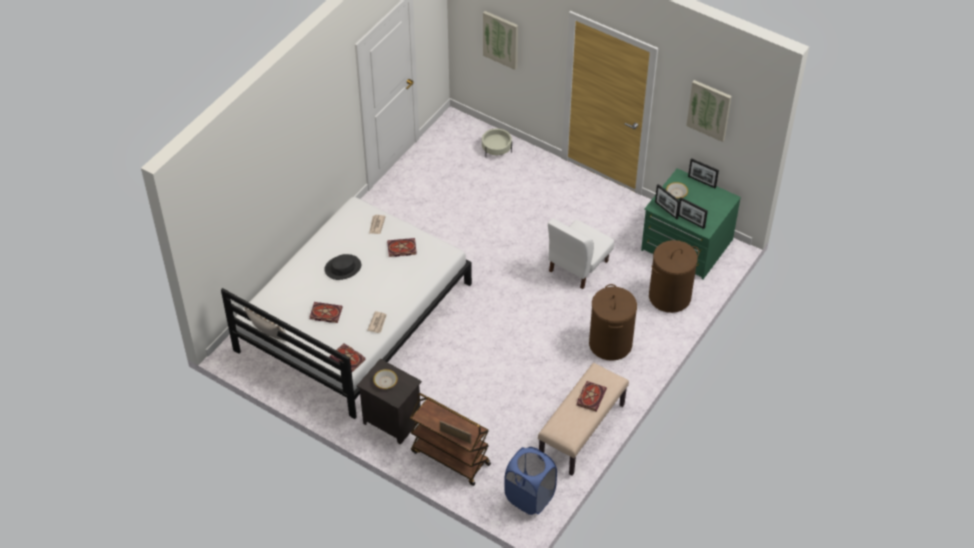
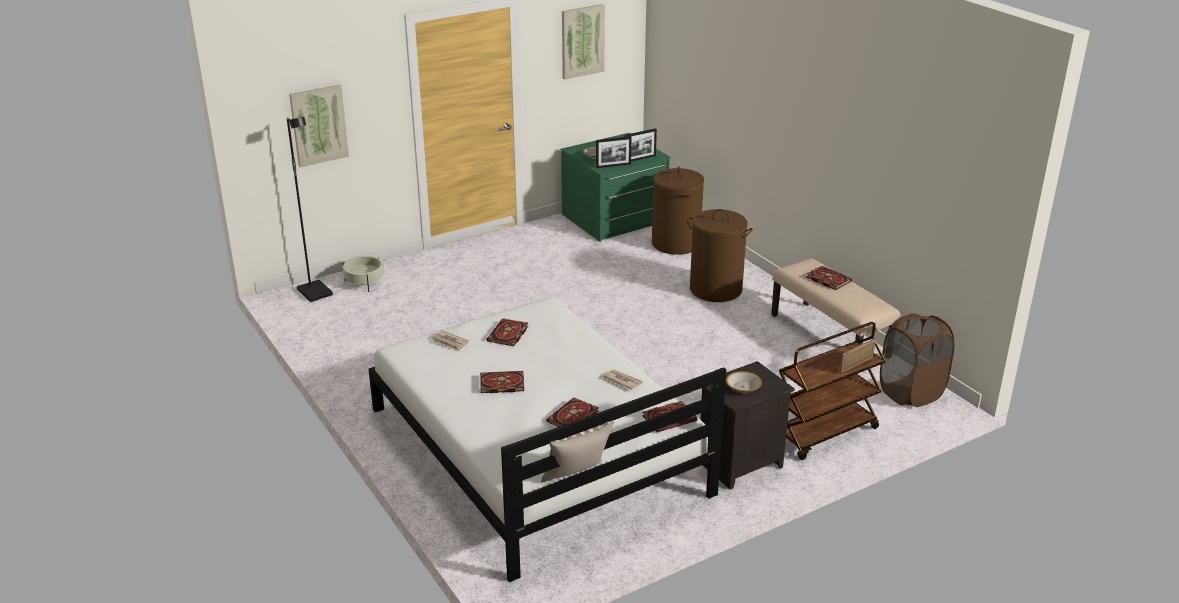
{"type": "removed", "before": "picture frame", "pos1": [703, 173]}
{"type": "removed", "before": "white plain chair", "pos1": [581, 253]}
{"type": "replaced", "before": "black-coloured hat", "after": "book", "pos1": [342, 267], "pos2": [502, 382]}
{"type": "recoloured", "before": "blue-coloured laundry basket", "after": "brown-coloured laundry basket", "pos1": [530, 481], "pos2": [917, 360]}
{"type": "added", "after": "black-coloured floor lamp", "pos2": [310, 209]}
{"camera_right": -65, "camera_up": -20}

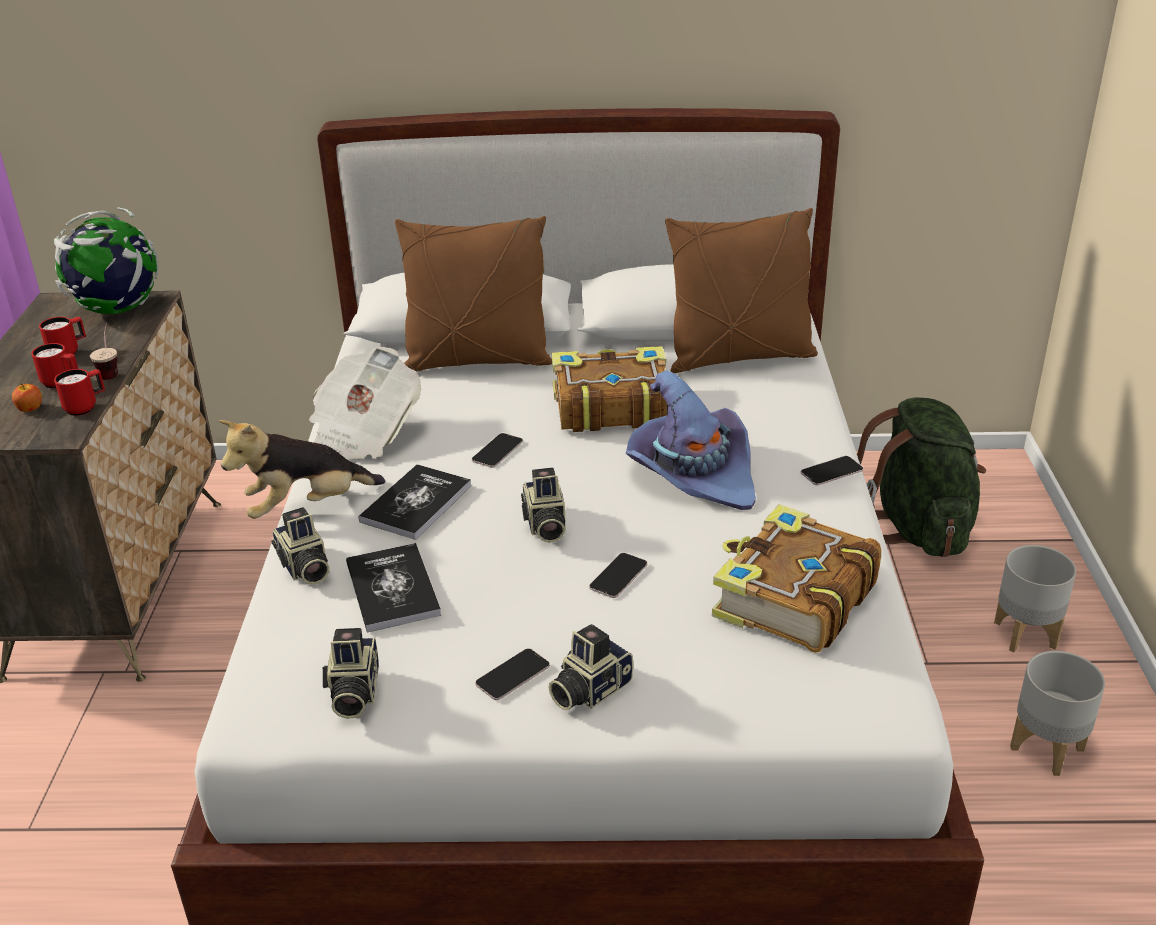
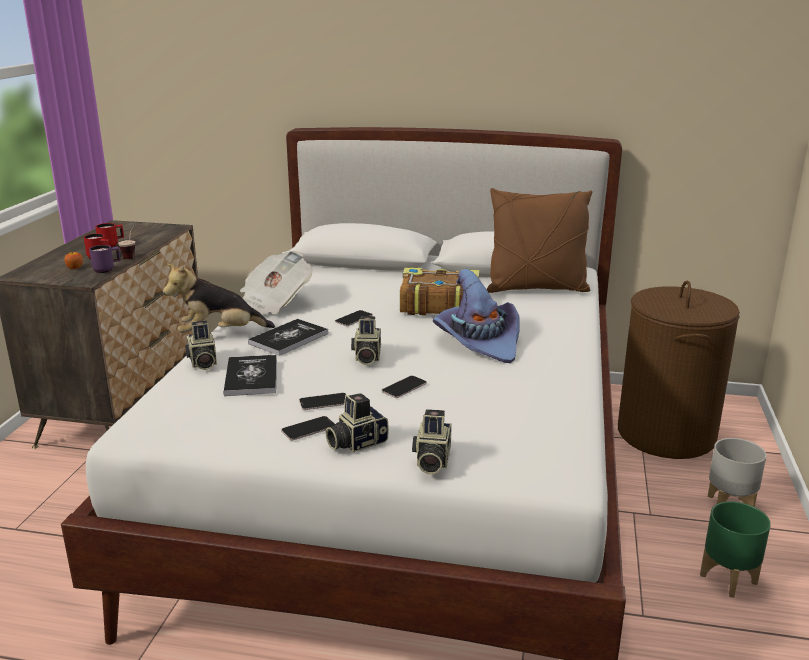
{"type": "removed", "before": "globe", "pos1": [106, 260]}
{"type": "removed", "before": "brown-coloured throw pillow", "pos1": [473, 294]}
{"type": "recoloured", "before": "red-coloured tea mug", "after": "purple tea mug", "pos1": [79, 392], "pos2": [105, 259]}
{"type": "replaced", "before": "green-coloured knapsack", "after": "brown-coloured laundry basket", "pos1": [921, 477], "pos2": [679, 370]}
{"type": "moved", "before": "telephone", "pos1": [832, 470], "pos2": [322, 401]}
{"type": "removed", "before": "book", "pos1": [796, 578]}
{"type": "moved", "before": "still camera", "pos1": [351, 673], "pos2": [431, 441]}
{"type": "recoloured", "before": "gray flower pot", "after": "green-coloured flower pot", "pos1": [1057, 713], "pos2": [735, 549]}
{"camera_right": 10, "camera_up": -10}

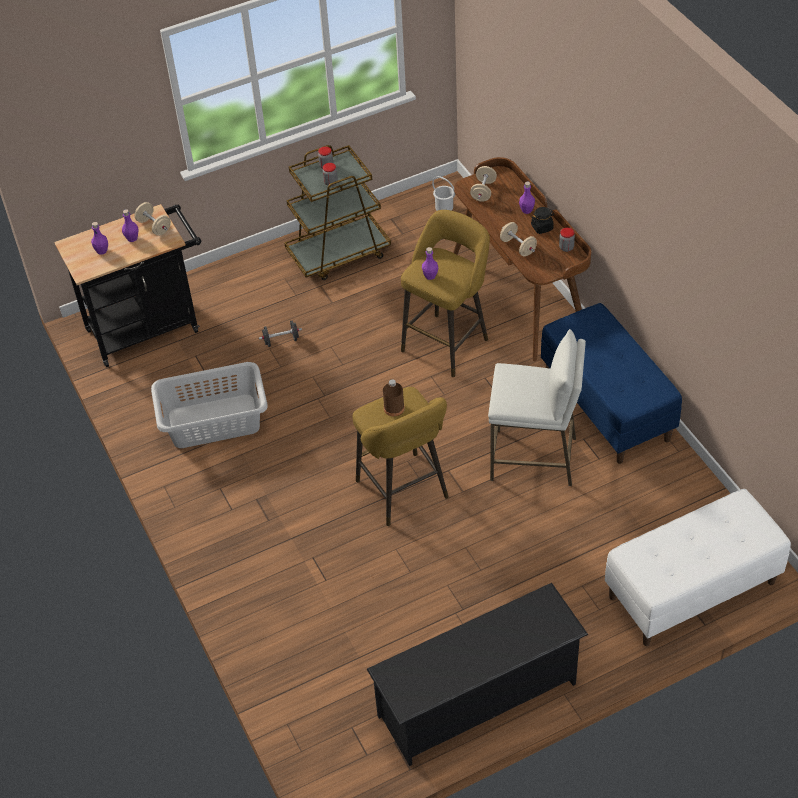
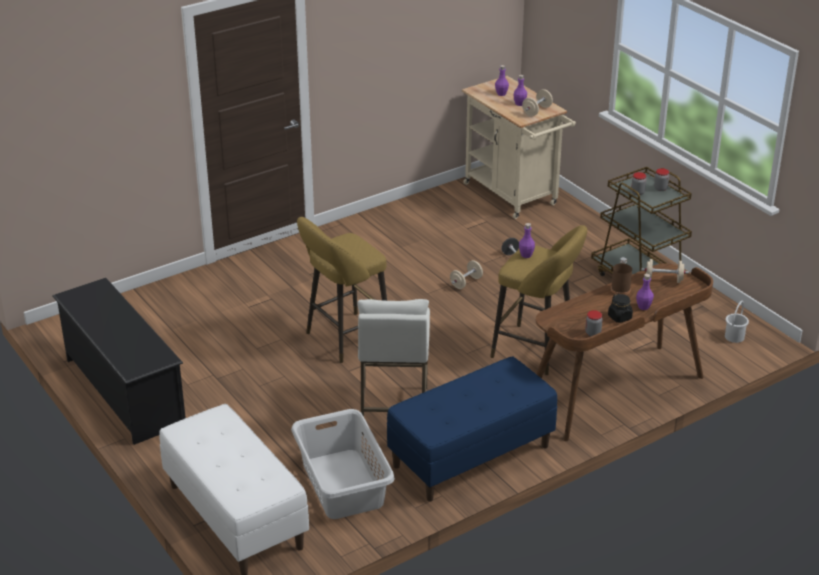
{"type": "recoloured", "before": "black-coloured trolley", "after": "beige-coloured trolley", "pos1": [127, 285], "pos2": [519, 147]}
{"type": "moved", "before": "beige-coloured hand weight", "pos1": [518, 239], "pos2": [466, 274]}
{"type": "moved", "before": "gray laundry basket", "pos1": [209, 405], "pos2": [343, 464]}
{"type": "moved", "before": "brown-coloured beverage bottle", "pos1": [394, 398], "pos2": [621, 276]}
{"camera_right": 80, "camera_up": -15}

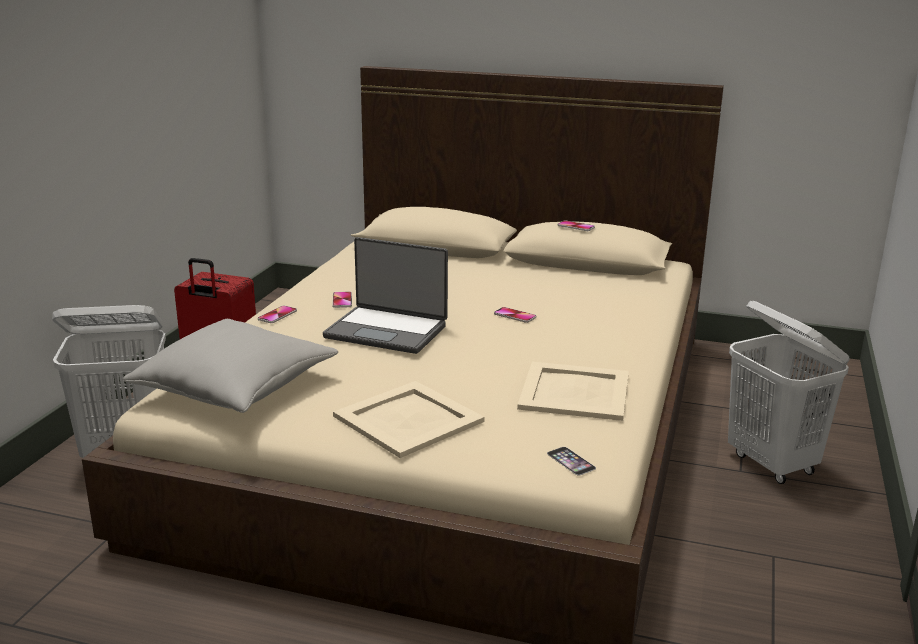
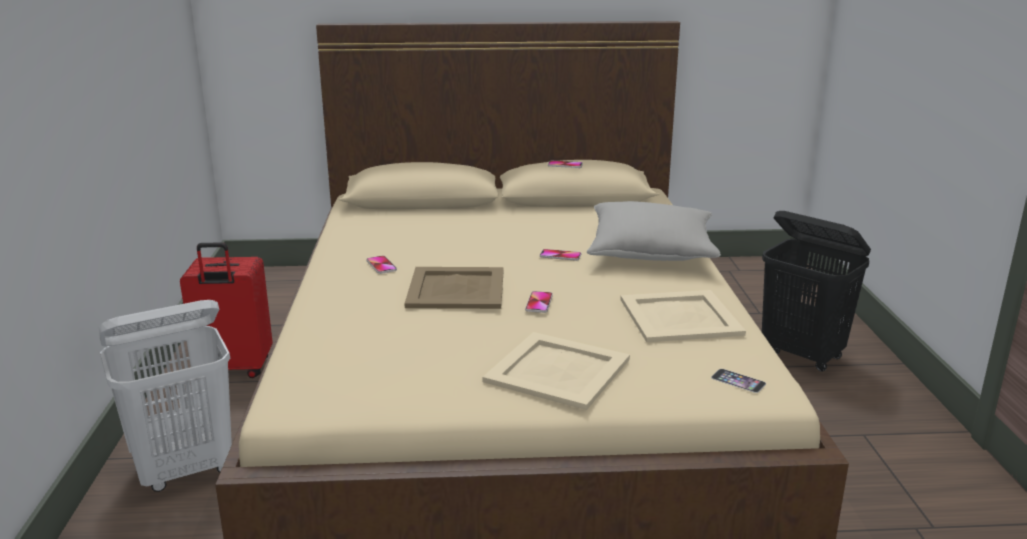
{"type": "replaced", "before": "notebook computer", "after": "beige-coloured serving tray", "pos1": [385, 295], "pos2": [454, 288]}
{"type": "recoloured", "before": "white laundry basket", "after": "black-coloured laundry basket", "pos1": [789, 392], "pos2": [816, 291]}
{"type": "moved", "before": "telephone", "pos1": [277, 314], "pos2": [539, 302]}
{"type": "moved", "before": "gray throw pillow", "pos1": [230, 366], "pos2": [654, 231]}
{"camera_right": -20, "camera_up": 0}

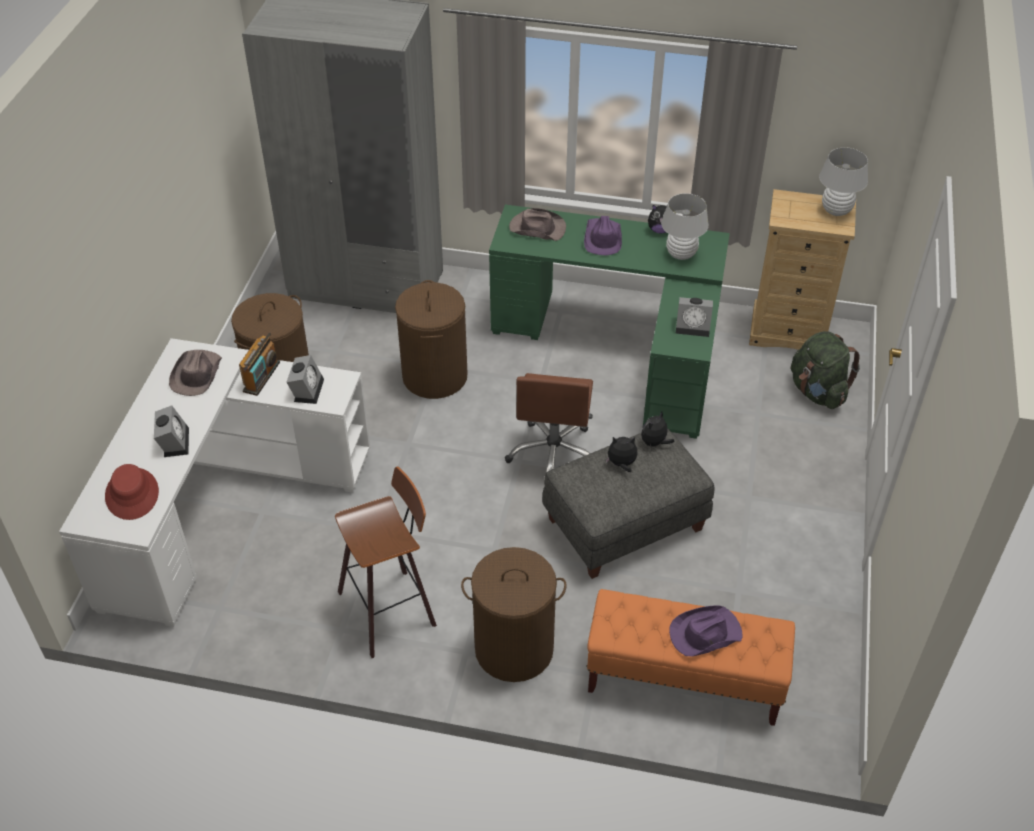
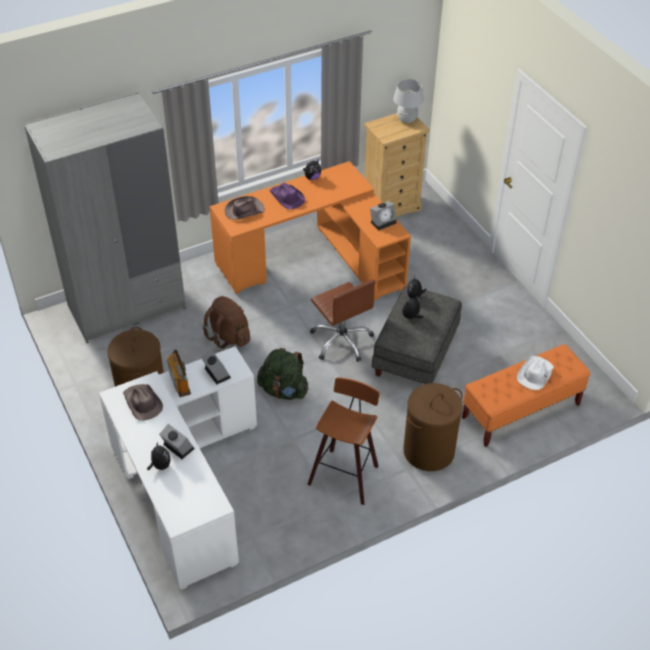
{"type": "removed", "before": "white lamp for a table", "pos1": [685, 226]}
{"type": "recoloured", "before": "green-coloured desk unit", "after": "orange desk unit", "pos1": [609, 321], "pos2": [310, 230]}
{"type": "replaced", "before": "brown-coloured laundry basket", "after": "brown-coloured knapsack", "pos1": [431, 339], "pos2": [226, 322]}
{"type": "moved", "before": "green-coloured knapsack", "pos1": [825, 370], "pos2": [283, 374]}
{"type": "removed", "before": "red-coloured hat", "pos1": [132, 492]}
{"type": "recoloured", "before": "purple hat", "after": "white hat", "pos1": [706, 631], "pos2": [535, 373]}
{"type": "added", "after": "plush toy", "pos2": [159, 455]}
{"camera_right": -40, "camera_up": 0}

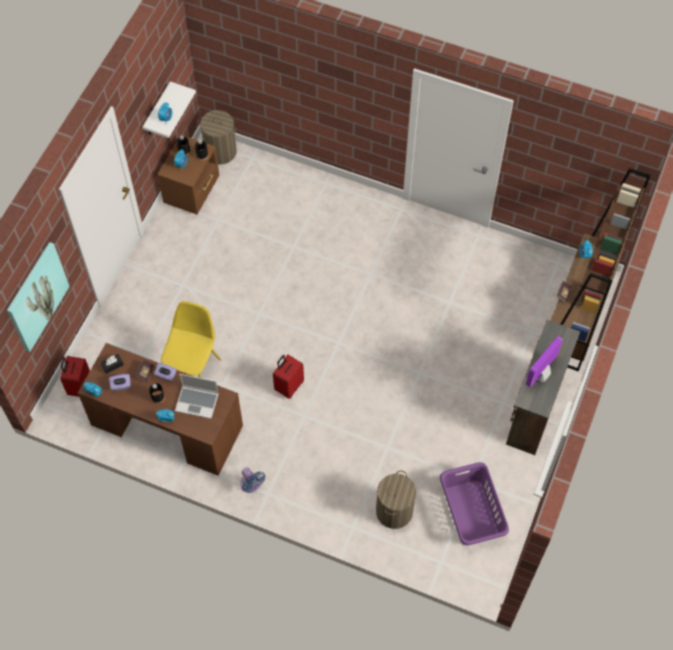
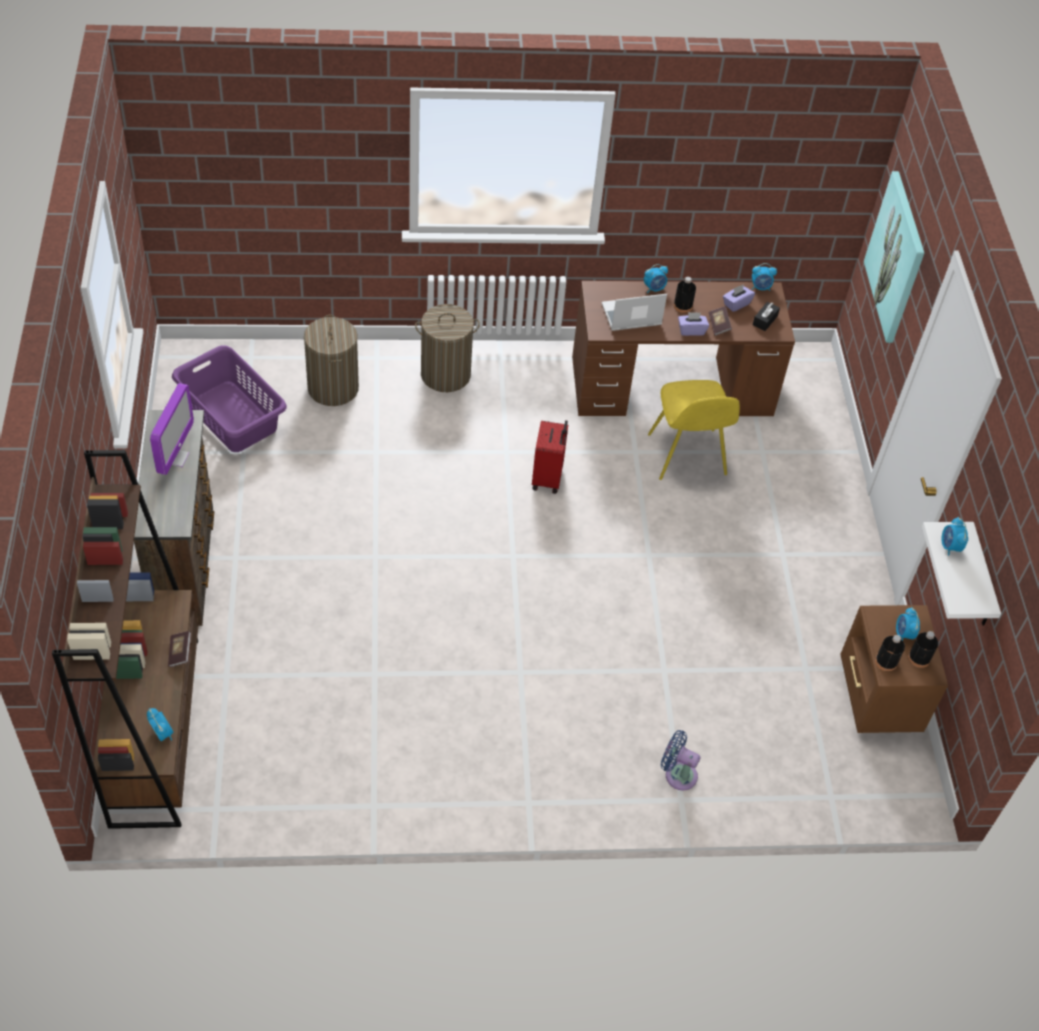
{"type": "moved", "before": "laundry basket", "pos1": [217, 137], "pos2": [447, 348]}
{"type": "removed", "before": "red-coloured piece of luggage", "pos1": [75, 376]}
{"type": "moved", "before": "blue-coloured electric fan", "pos1": [253, 480], "pos2": [681, 760]}
{"camera_right": 150, "camera_up": -10}

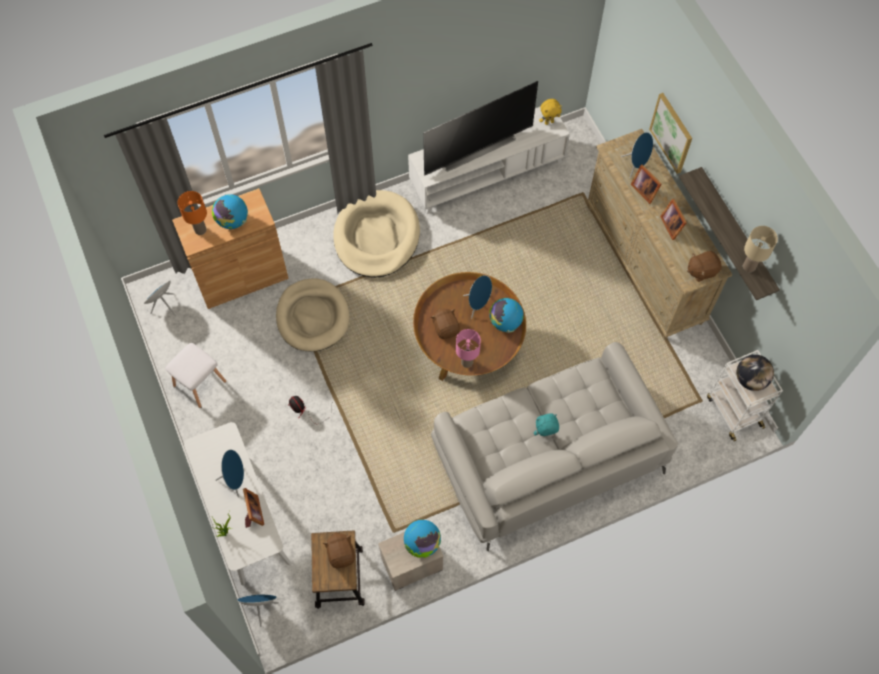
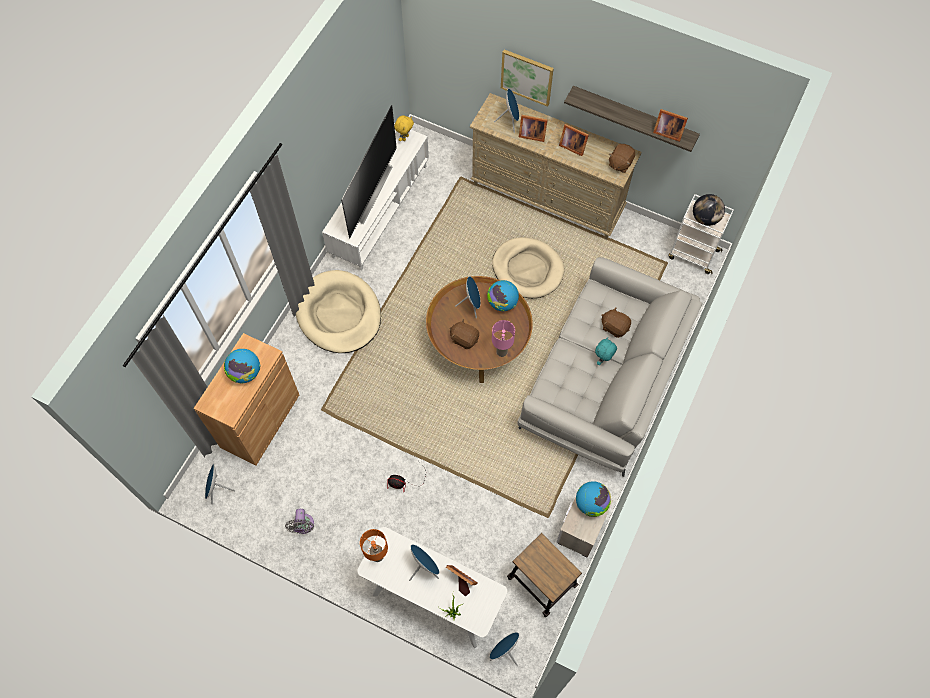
{"type": "moved", "before": "orange lamp for a table", "pos1": [192, 213], "pos2": [374, 545]}
{"type": "replaced", "before": "beige-coloured lamp for a table", "after": "picture frame", "pos1": [760, 249], "pos2": [670, 125]}
{"type": "moved", "before": "beige-coloured pet bed", "pos1": [312, 315], "pos2": [528, 267]}
{"type": "replaced", "before": "white sitting stool", "after": "gray electric fan", "pos1": [195, 375], "pos2": [299, 521]}
{"type": "moved", "before": "brown-coloured plush toy", "pos1": [339, 550], "pos2": [616, 322]}
{"camera_right": -40, "camera_up": 0}

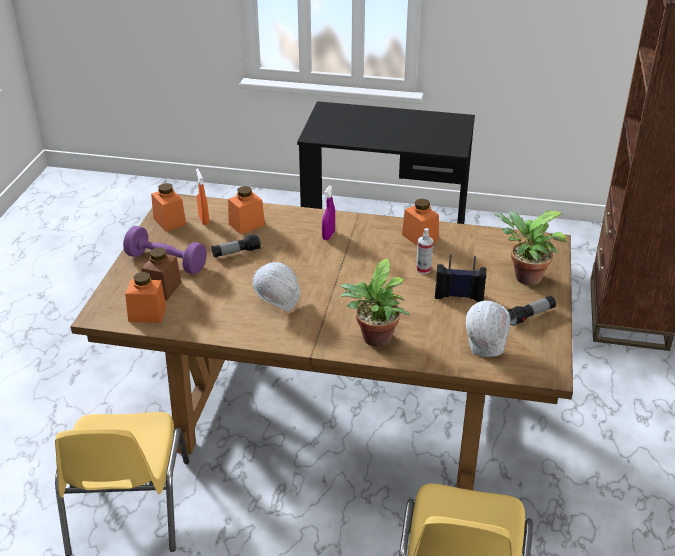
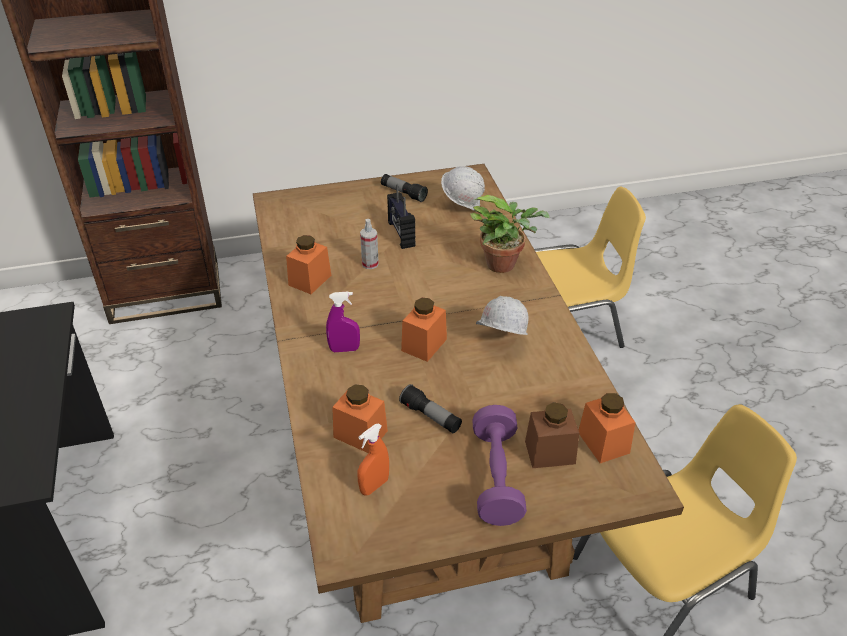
{"type": "moved", "before": "orange preserve jar", "pos1": [168, 207], "pos2": [424, 330]}
{"type": "removed", "before": "plant in a pot", "pos1": [530, 248]}
{"camera_right": -115, "camera_up": 5}

